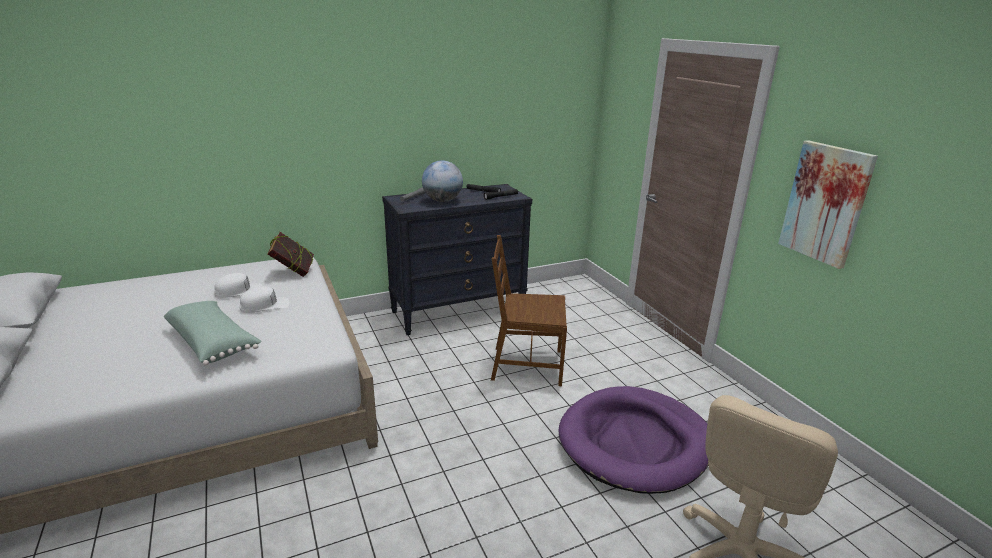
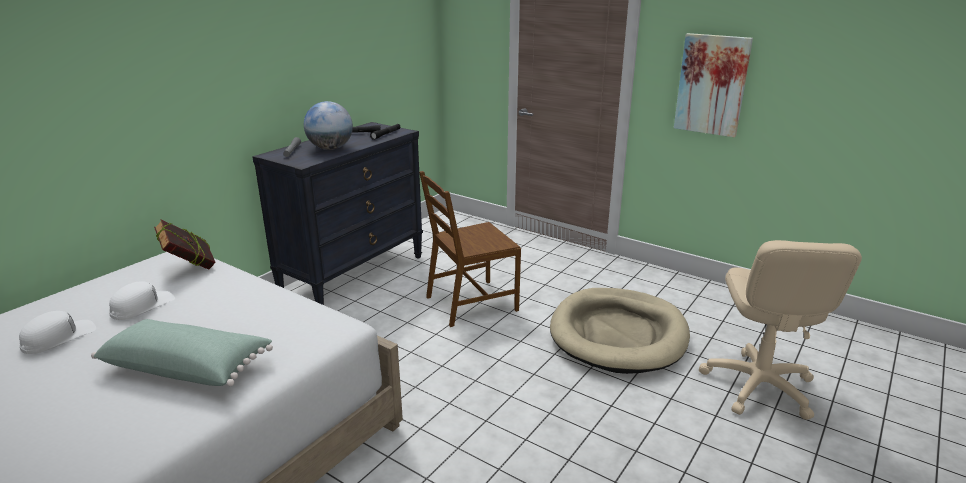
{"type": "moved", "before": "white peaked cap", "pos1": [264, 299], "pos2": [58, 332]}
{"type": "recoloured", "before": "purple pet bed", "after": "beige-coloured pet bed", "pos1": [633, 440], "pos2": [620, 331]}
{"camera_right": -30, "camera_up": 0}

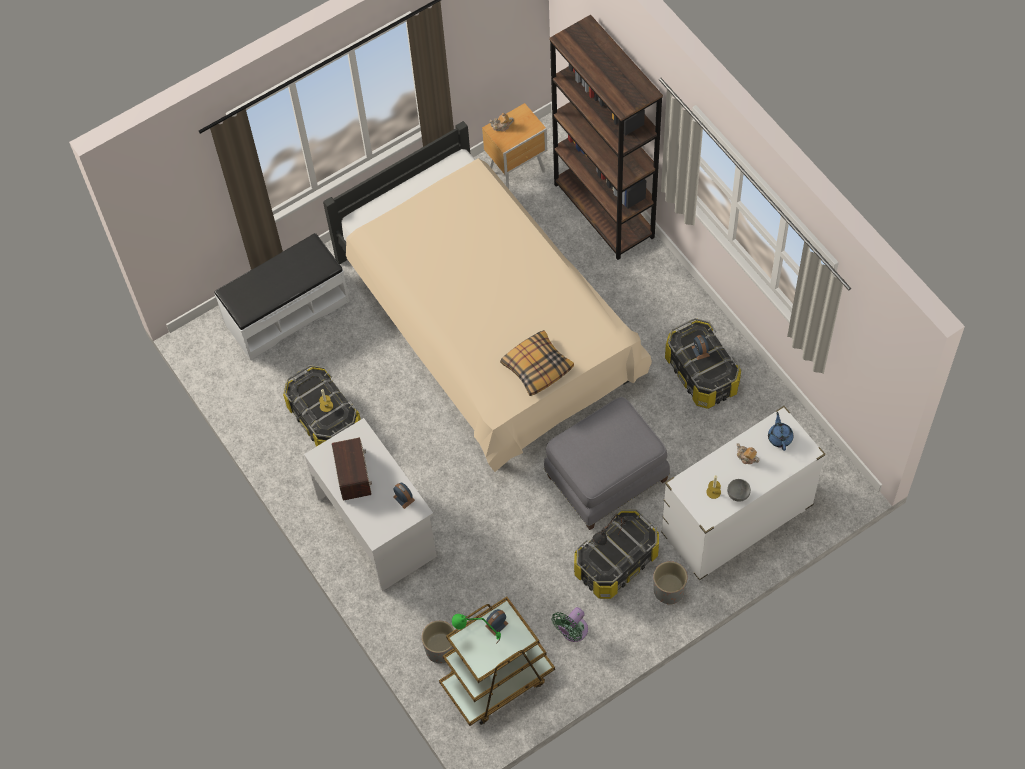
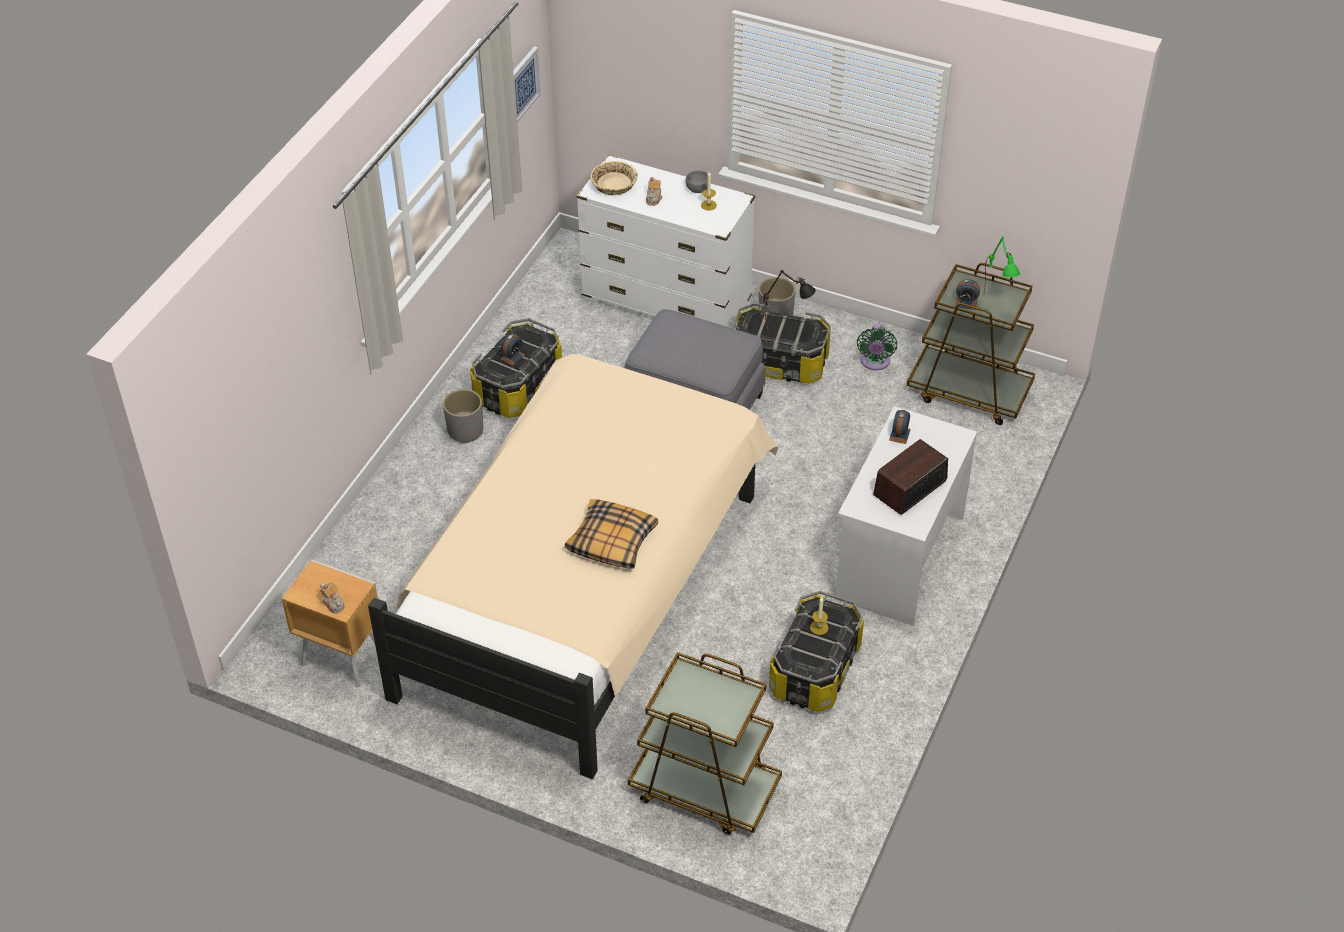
{"type": "removed", "before": "brown-coloured bookshelf", "pos1": [606, 137]}
{"type": "replaced", "before": "white indoor bench", "after": "brown-coloured trolley", "pos1": [282, 296], "pos2": [705, 743]}
{"type": "moved", "before": "throw pillow", "pos1": [537, 363], "pos2": [611, 533]}
{"type": "replaced", "before": "blue-coloured tea pot", "after": "beige-coloured deep dish", "pos1": [780, 431], "pos2": [614, 178]}
{"type": "turned", "before": "green-coloured electric fan", "pos1": [570, 624], "pos2": [877, 347], "turn": 90}
{"type": "moved", "before": "gray flower pot", "pos1": [438, 642], "pos2": [463, 416]}
{"type": "added", "after": "picture", "pos2": [527, 84]}
{"camera_right": -125, "camera_up": -15}

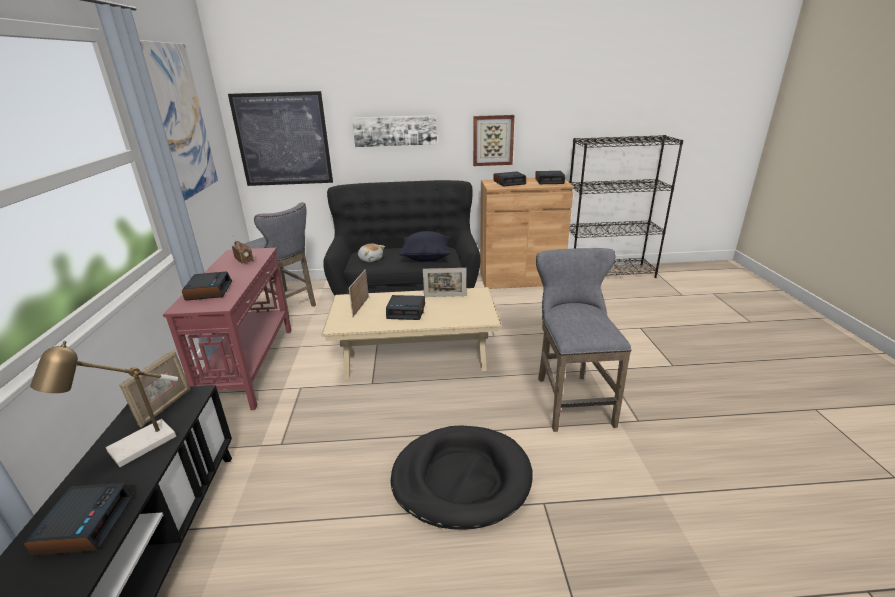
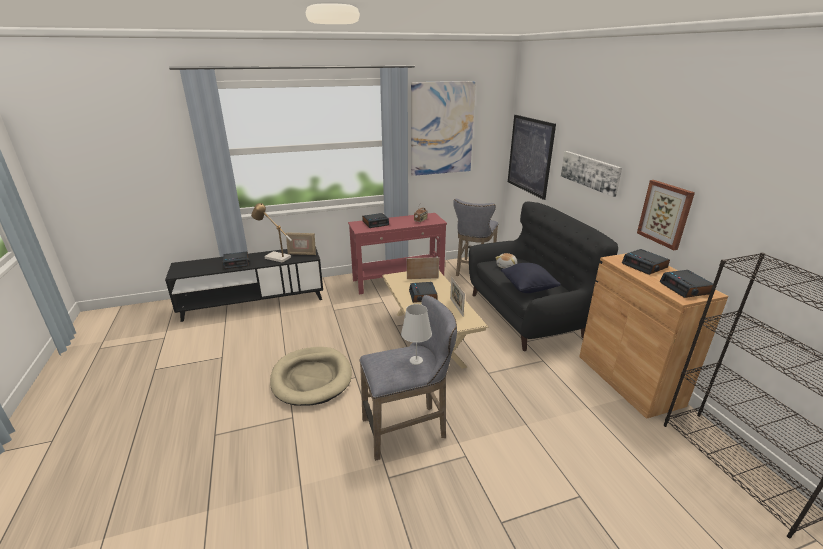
{"type": "recoloured", "before": "black-coloured pet bed", "after": "beige-coloured pet bed", "pos1": [462, 478], "pos2": [311, 376]}
{"type": "added", "after": "white lamp for a table", "pos2": [416, 334]}
{"camera_right": 75, "camera_up": 0}

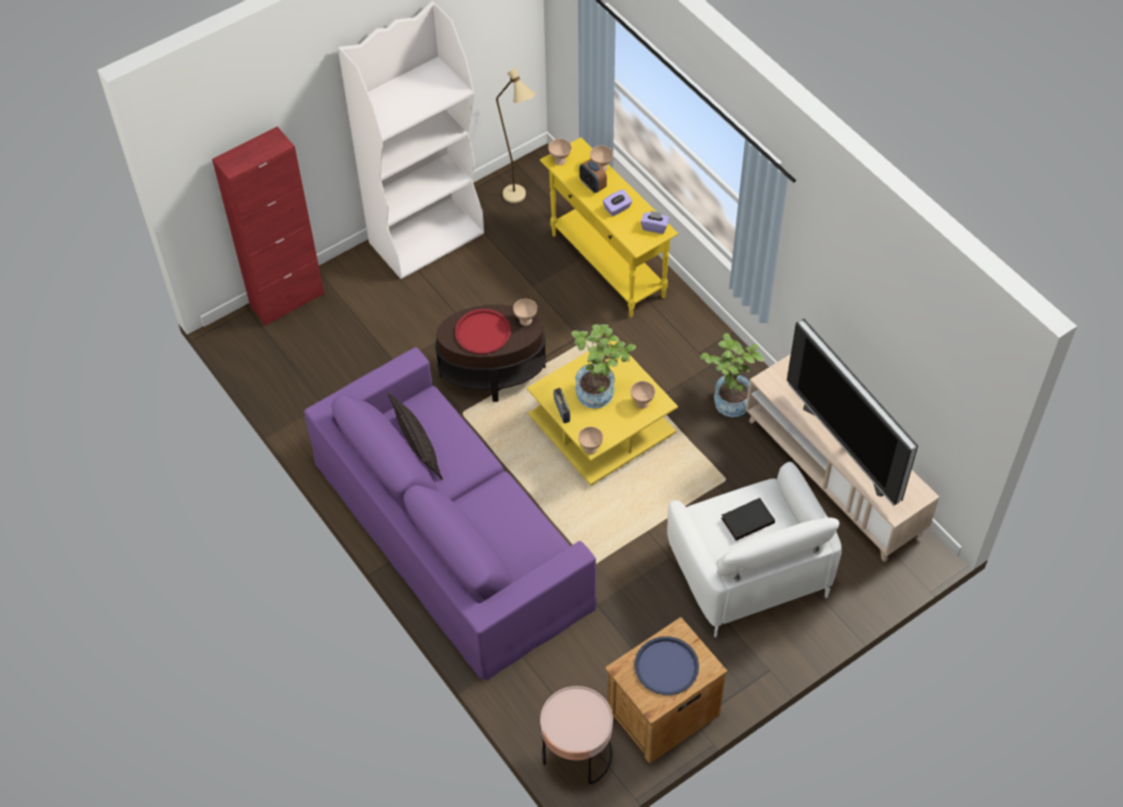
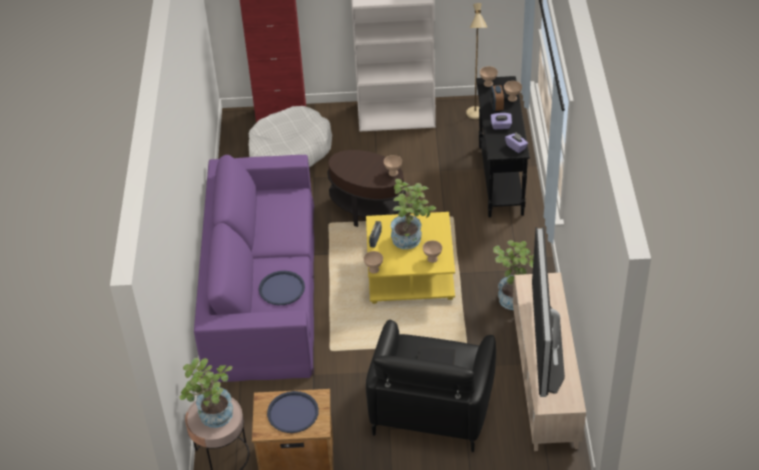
{"type": "recoloured", "before": "yellowish hall table", "after": "black-coloured hall table", "pos1": [609, 227], "pos2": [503, 146]}
{"type": "removed", "before": "red-coloured serving tray", "pos1": [483, 331]}
{"type": "removed", "before": "throw pillow", "pos1": [415, 436]}
{"type": "recoloured", "before": "white armchair", "after": "black-coloured armchair", "pos1": [754, 549], "pos2": [431, 386]}
{"type": "added", "after": "white pet bed", "pos2": [290, 136]}
{"type": "added", "after": "blue-coloured serving tray", "pos2": [282, 288]}
{"type": "added", "after": "plant in a pot", "pos2": [206, 393]}
{"camera_right": 35, "camera_up": -10}

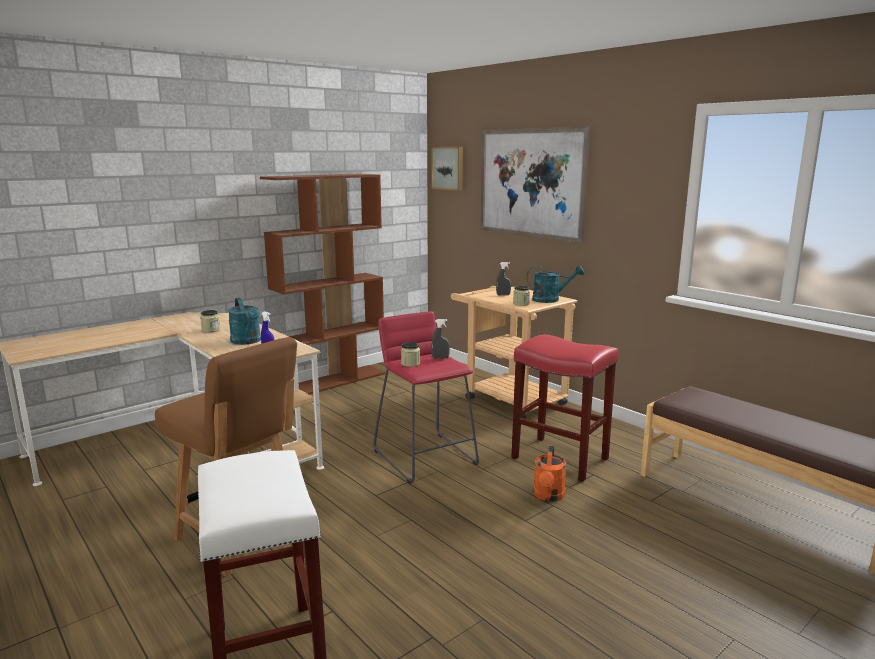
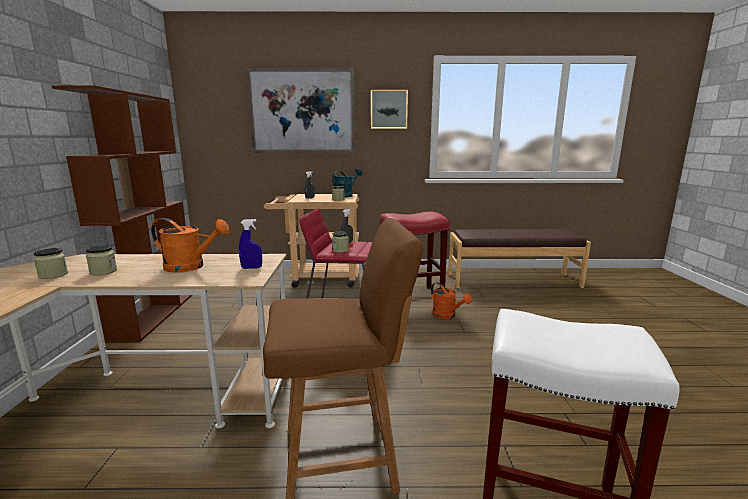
{"type": "moved", "before": "picture", "pos1": [447, 169], "pos2": [389, 109]}
{"type": "recoloured", "before": "turquoise sprinkling can", "after": "orange sprinkling can", "pos1": [244, 321], "pos2": [190, 245]}
{"type": "added", "after": "preserve jar", "pos2": [51, 263]}
{"camera_right": -50, "camera_up": 0}

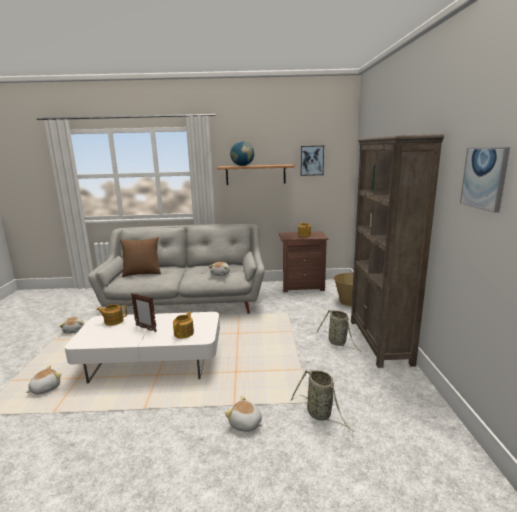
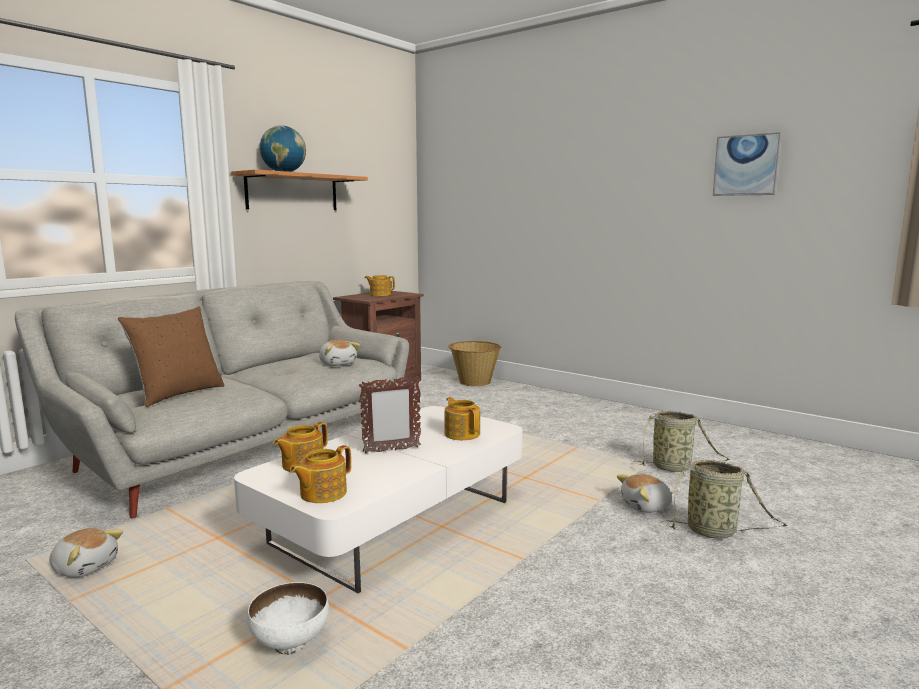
{"type": "removed", "before": "brown-coloured bookshelf", "pos1": [397, 251]}
{"type": "removed", "before": "picture", "pos1": [312, 161]}
{"type": "moved", "before": "household basket", "pos1": [339, 331], "pos2": [725, 499]}
{"type": "replaced", "before": "plush toy", "after": "white deep dish", "pos1": [43, 380], "pos2": [288, 618]}
{"type": "added", "after": "tea pot", "pos2": [320, 474]}
{"camera_right": -50, "camera_up": -5}

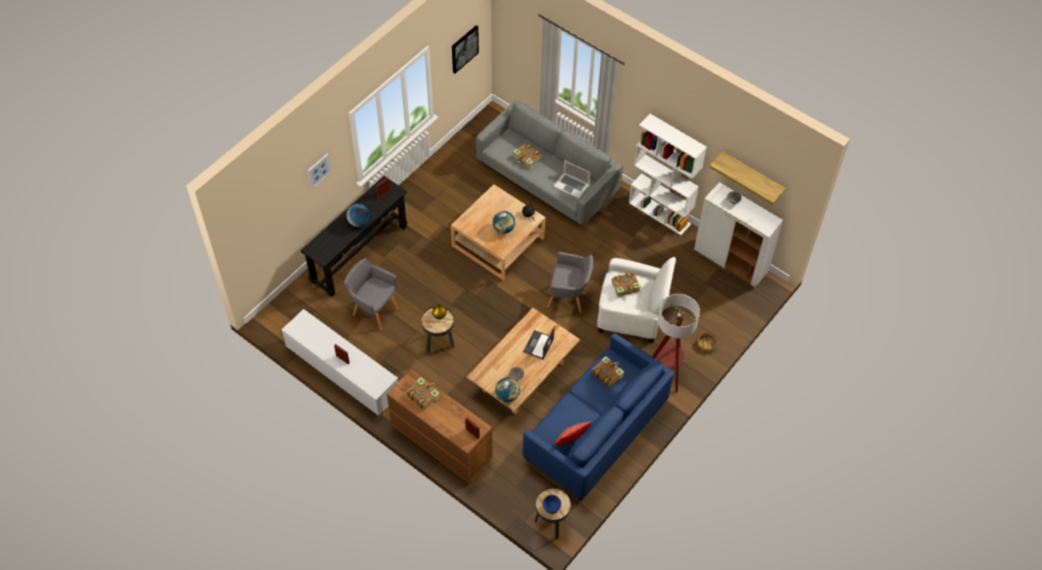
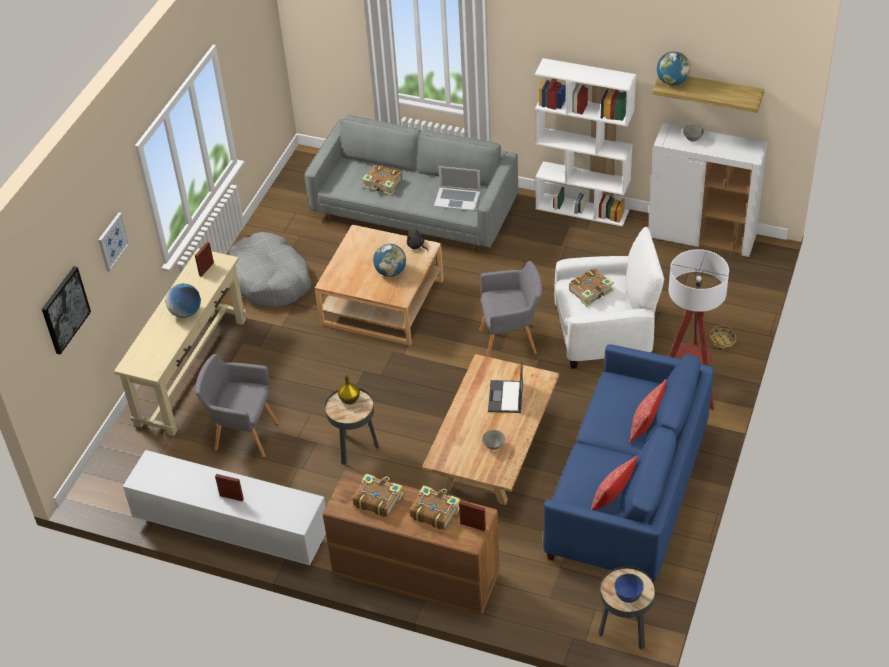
{"type": "moved", "before": "picture", "pos1": [465, 49], "pos2": [66, 310]}
{"type": "recoloured", "before": "black-coloured hall table", "after": "beige-coloured hall table", "pos1": [354, 236], "pos2": [180, 342]}
{"type": "moved", "before": "book", "pos1": [608, 371], "pos2": [435, 507]}
{"type": "moved", "before": "globe", "pos1": [507, 390], "pos2": [674, 68]}
{"type": "added", "after": "gray pet bed", "pos2": [270, 269]}
{"type": "added", "after": "throw pillow", "pos2": [647, 411]}
{"camera_right": -15, "camera_up": -10}

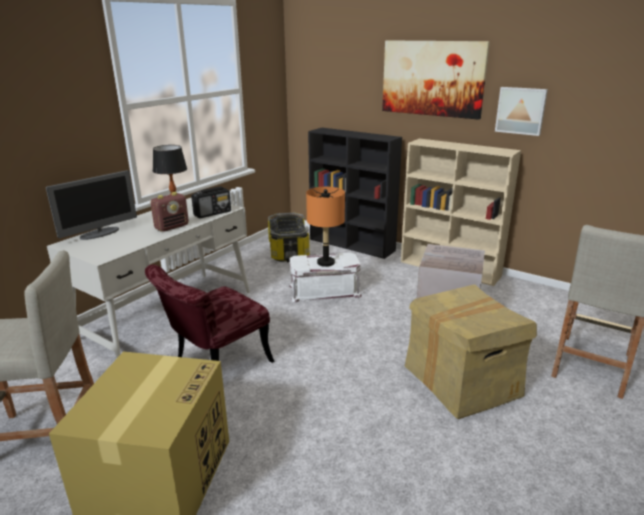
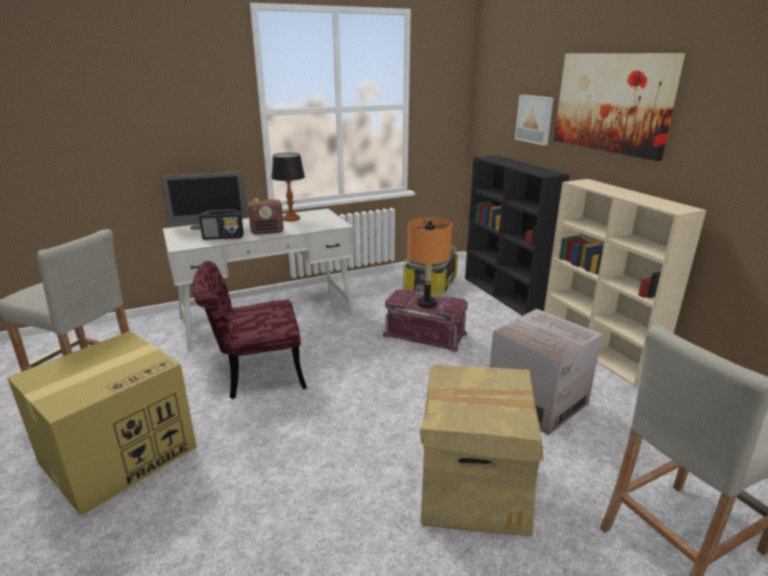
{"type": "moved", "before": "picture", "pos1": [521, 111], "pos2": [534, 120]}
{"type": "moved", "before": "radio set", "pos1": [211, 202], "pos2": [221, 224]}
{"type": "recoloured", "before": "white storage box", "after": "red-coloured storage box", "pos1": [325, 277], "pos2": [425, 320]}
{"camera_right": 30, "camera_up": 0}

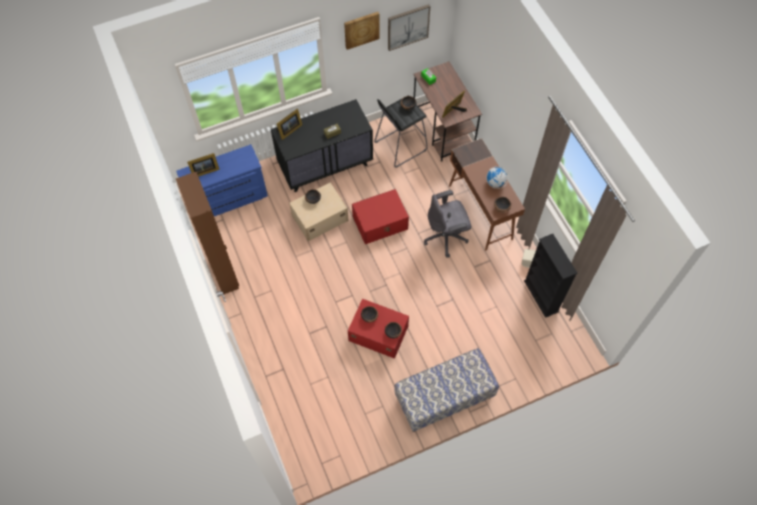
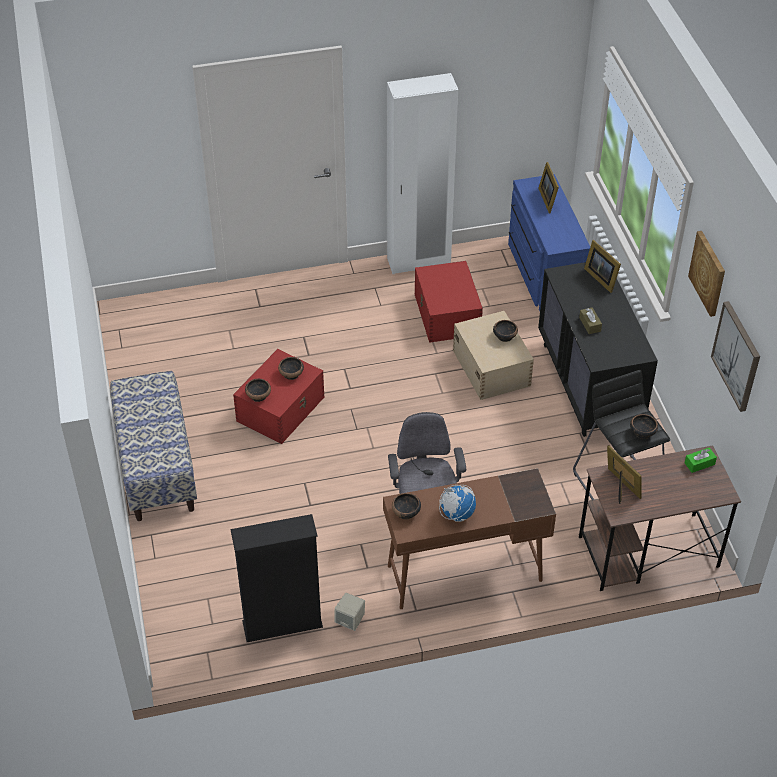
{"type": "recoloured", "before": "brown-coloured clothes cupboard", "after": "white clothes cupboard", "pos1": [207, 233], "pos2": [422, 173]}
{"type": "moved", "before": "red-coloured storage box", "pos1": [380, 216], "pos2": [449, 302]}
{"camera_right": 100, "camera_up": -15}

